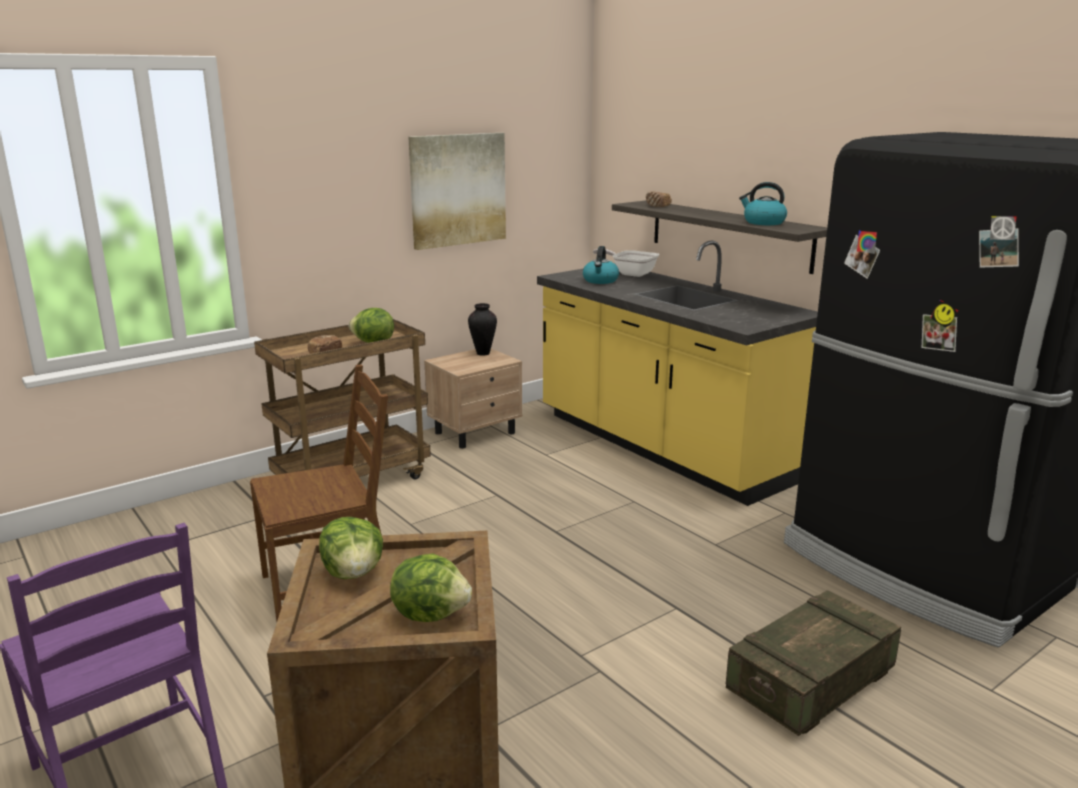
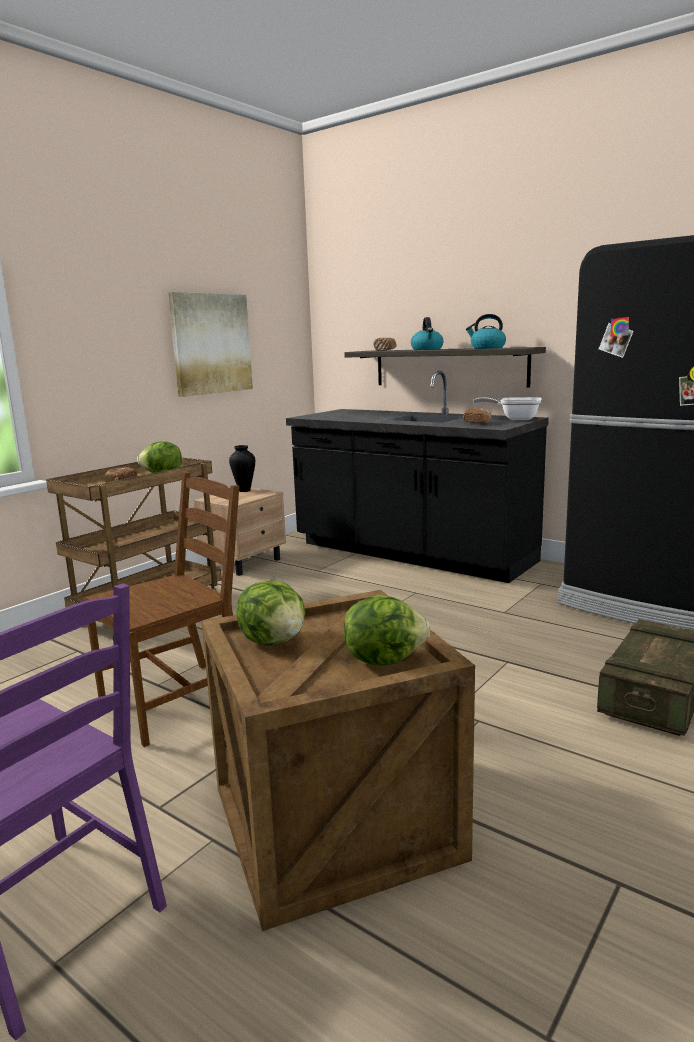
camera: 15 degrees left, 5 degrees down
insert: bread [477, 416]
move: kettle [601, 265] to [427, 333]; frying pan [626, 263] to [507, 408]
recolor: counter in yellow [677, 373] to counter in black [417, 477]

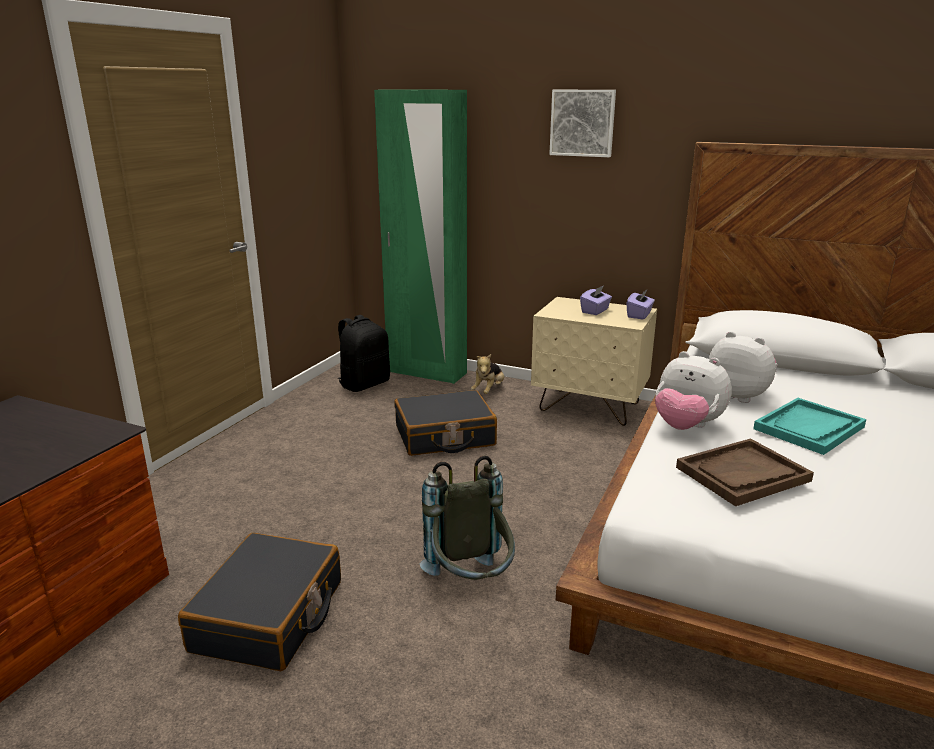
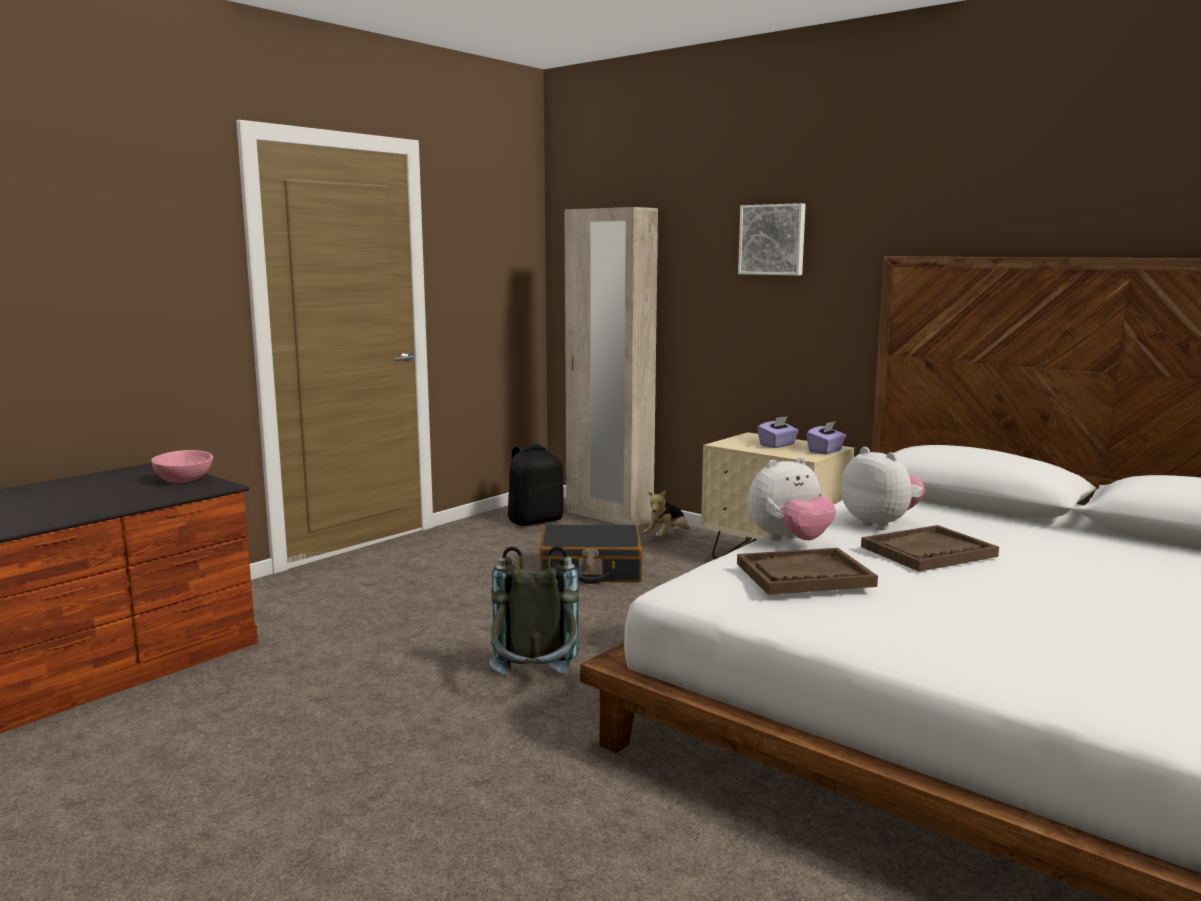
camera: 15 degrees right, 10 degrees down
delete: suitcase in black [259, 602]
insert: bowl in pink [182, 466]
recolor: wardrobe in green [420, 236] to wardrobe in beige [611, 366]; tray in turquoise [809, 426] to tray in brown [930, 548]
rotate: plush toy [693, 390] = [792, 499] 75 degrees counterclockwise

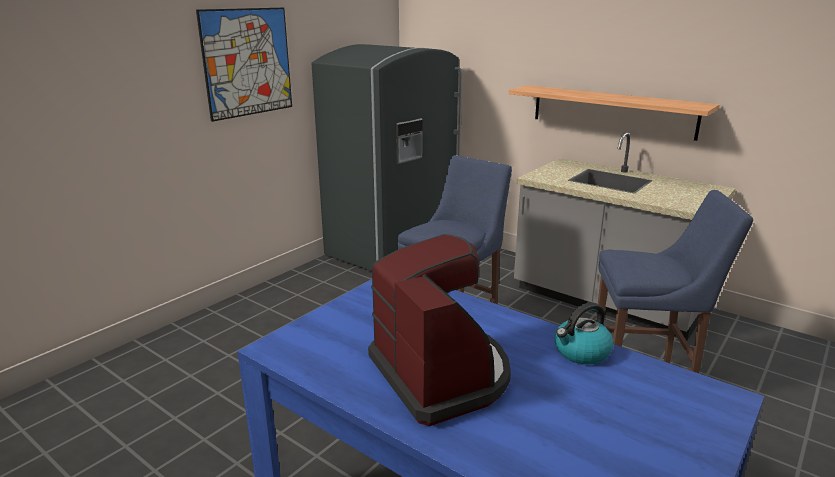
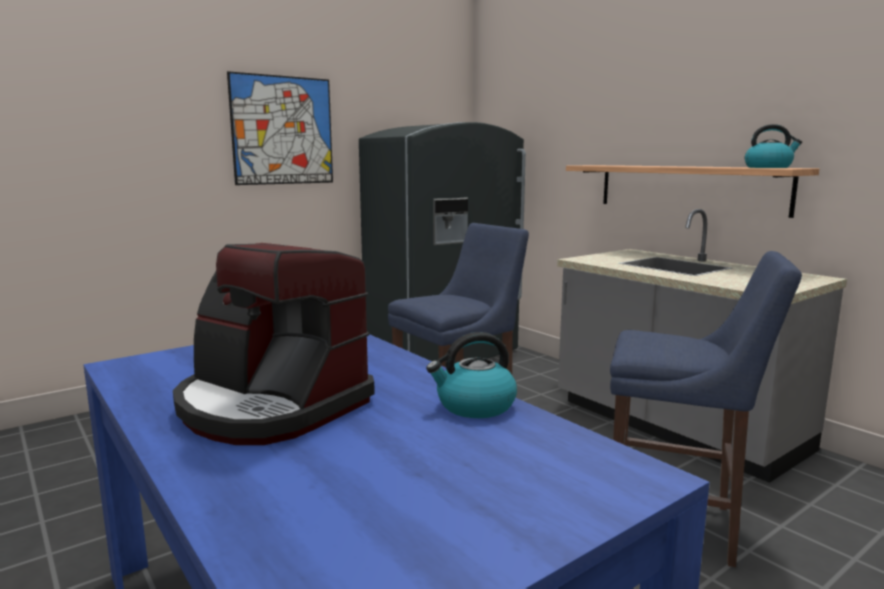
camera: 15 degrees right, 10 degrees down
insert: kettle [773, 146]
rotate: coffee machine [439, 330] = [274, 344] 135 degrees clockwise

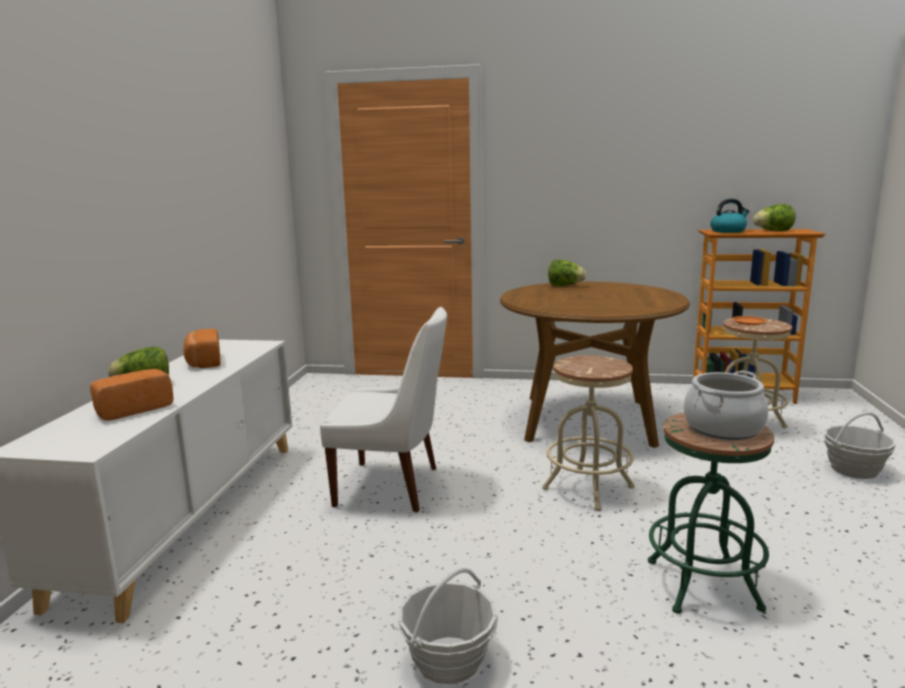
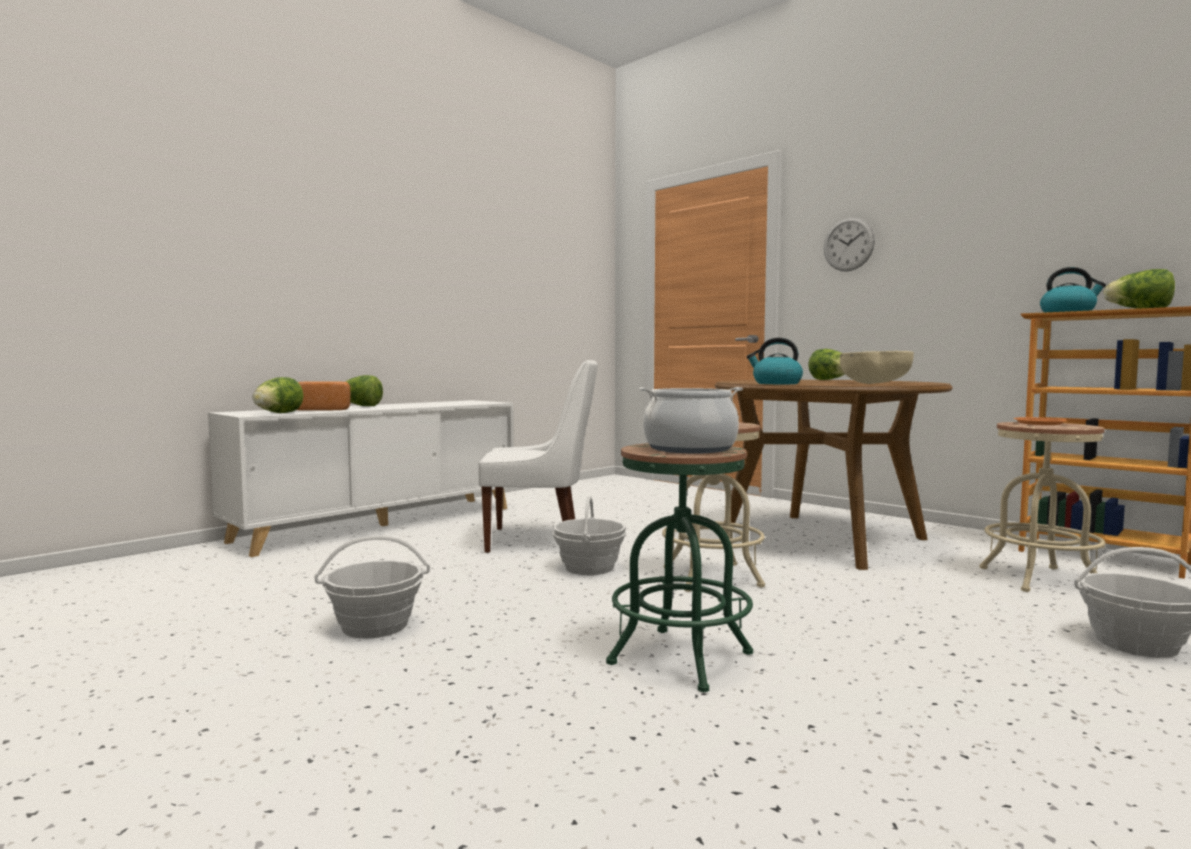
camera: 35 degrees right, 10 degrees down
delete: bread [202, 348]
insert: lettuce [278, 395]; basket [589, 535]; kettle [775, 361]; wall clock [849, 244]; bowl in beige [877, 367]
rotate: chair in white [383, 409] = [538, 456] 45 degrees counterclockwise

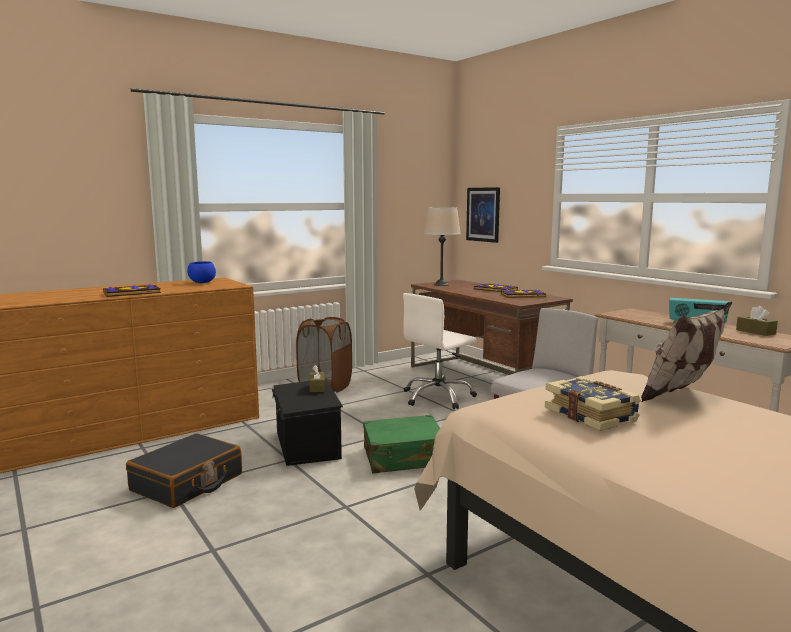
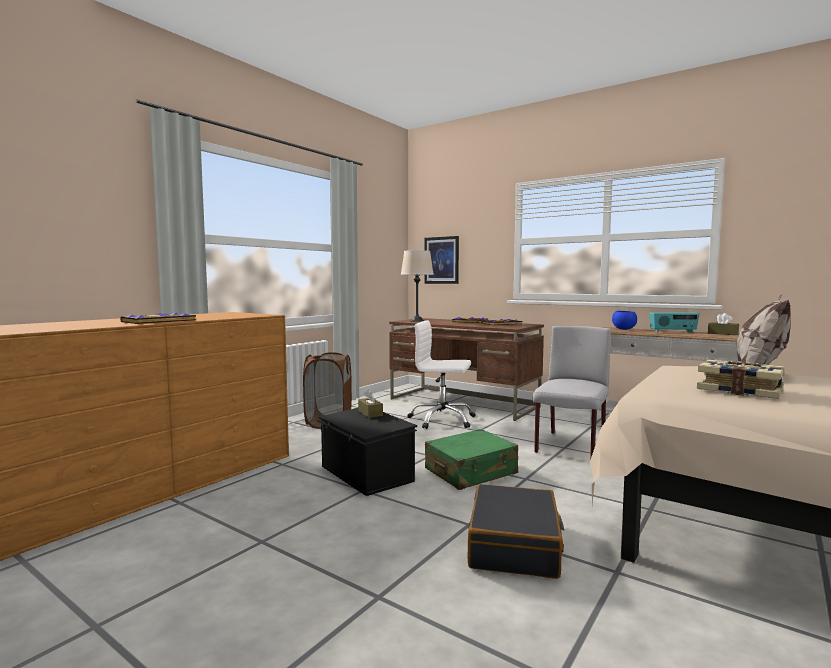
camera: 20 degrees left, 5 degrees down
move: suitcase in black [184, 470] to [516, 531]; bowl in blue [201, 272] to [624, 320]
rotate: office chair in white [440, 351] = [441, 374] 75 degrees clockwise

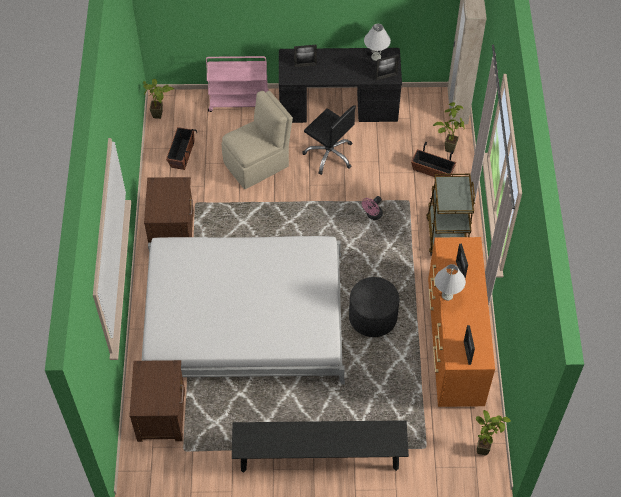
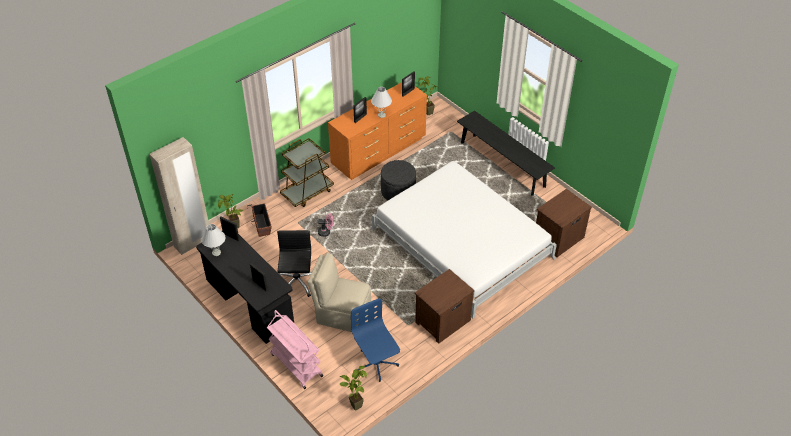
camera: 130 degrees left, 10 degrees down
replace: planter [181, 148] to office chair in blue [375, 340]

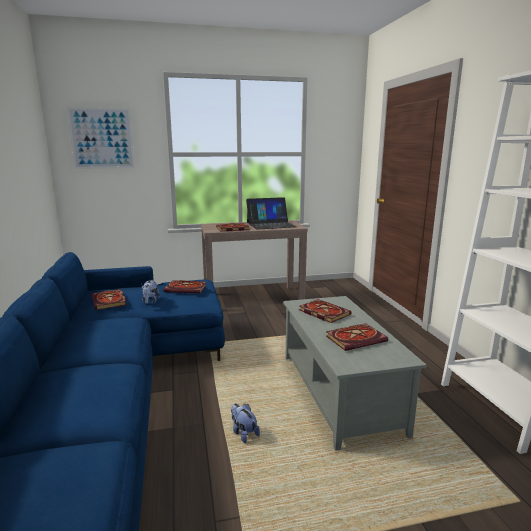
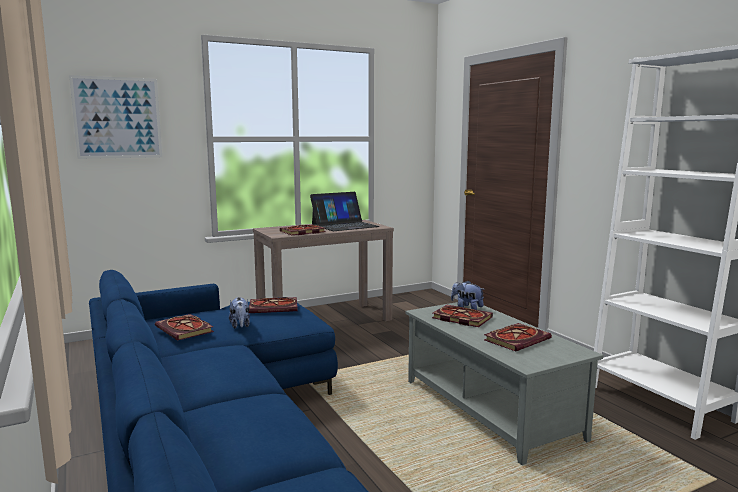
camera: 15 degrees left, 5 degrees down
move: plush toy [245, 423] to [468, 295]

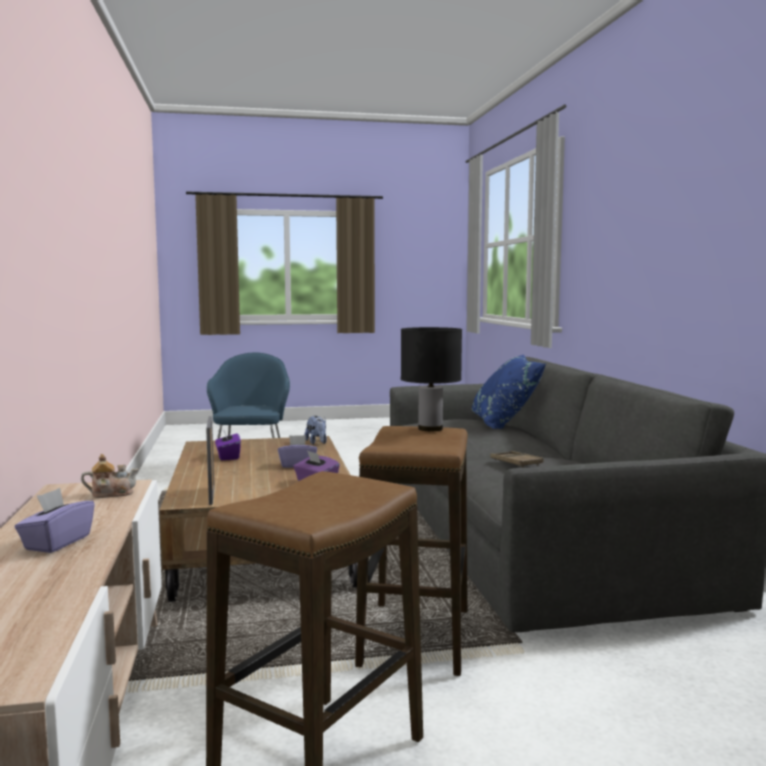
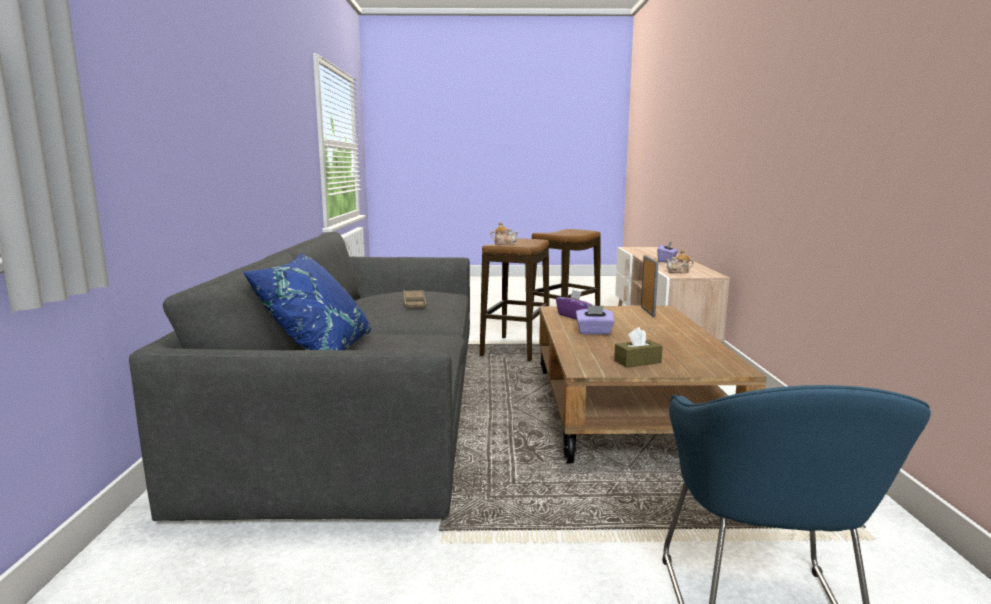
camera: 170 degrees left, 5 degrees up
delete: tissue box in purple [228, 445]; plush toy [315, 430]
insert: tissue box in brown [638, 347]
replace: table lamp in black [431, 379] to teapot [504, 233]

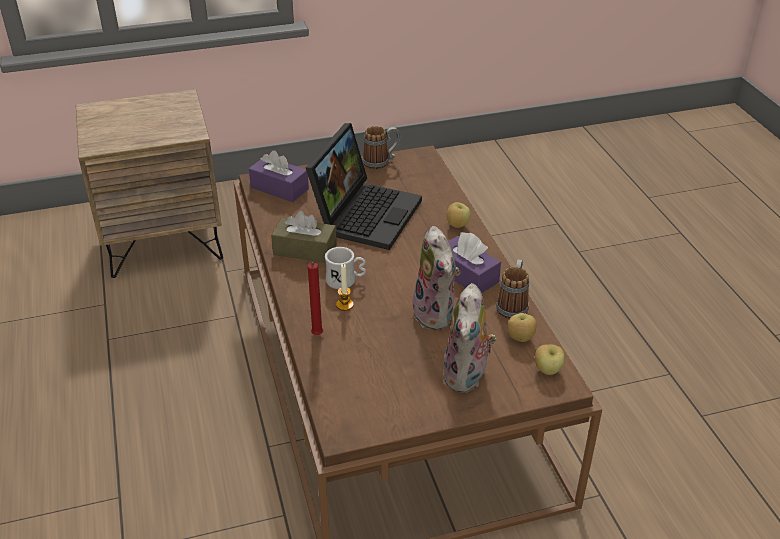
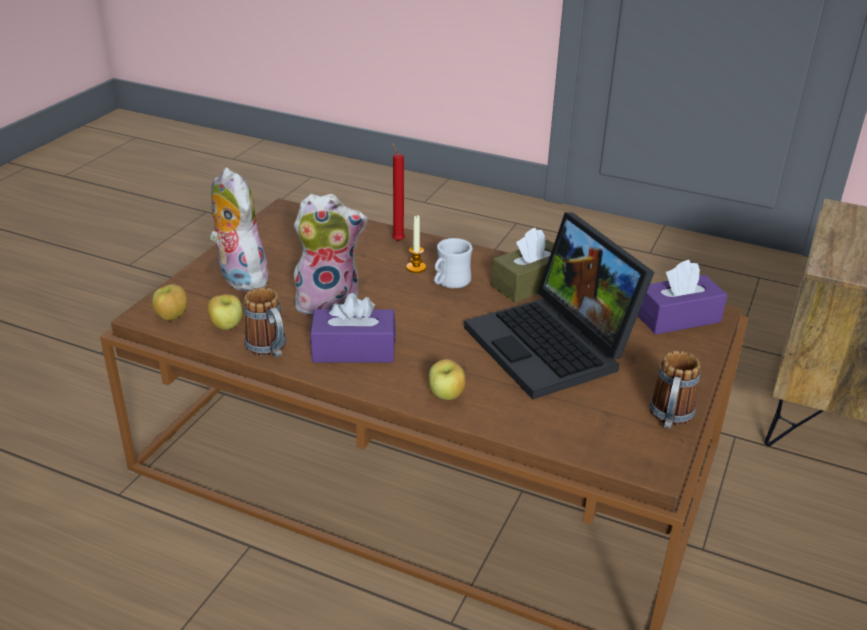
camera: 130 degrees right, 5 degrees down
rotate: plush toy [437, 278] = [330, 255] 150 degrees clockwise

